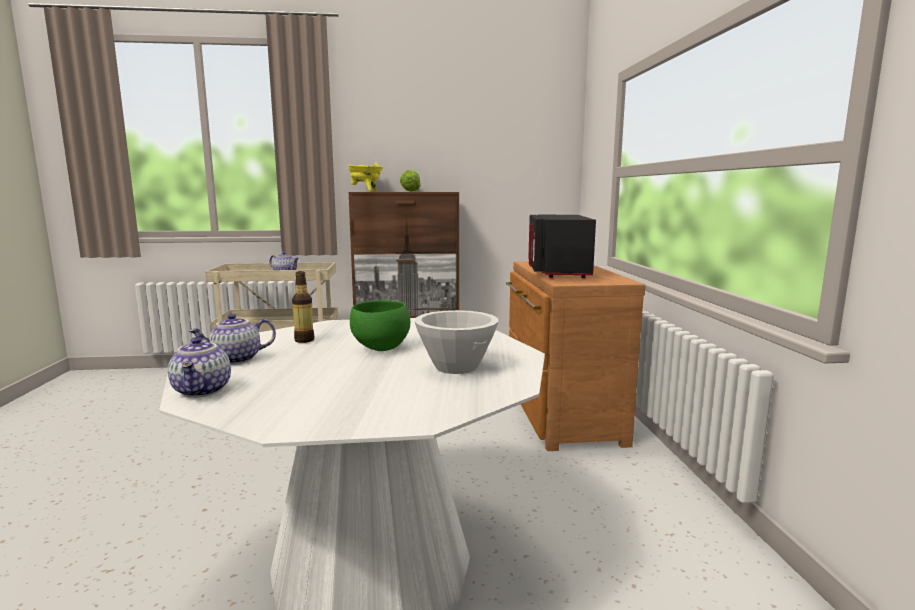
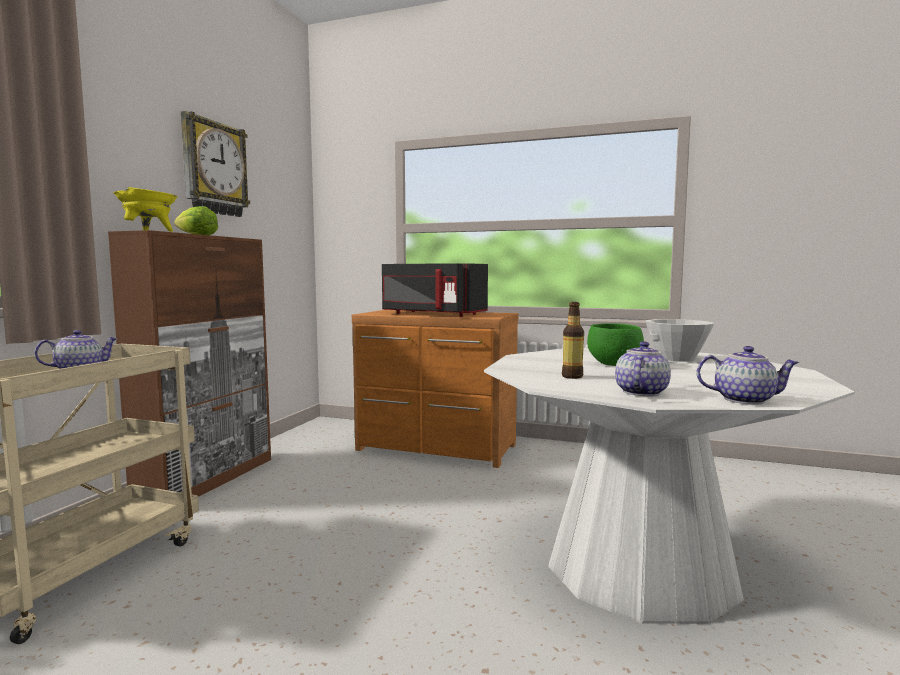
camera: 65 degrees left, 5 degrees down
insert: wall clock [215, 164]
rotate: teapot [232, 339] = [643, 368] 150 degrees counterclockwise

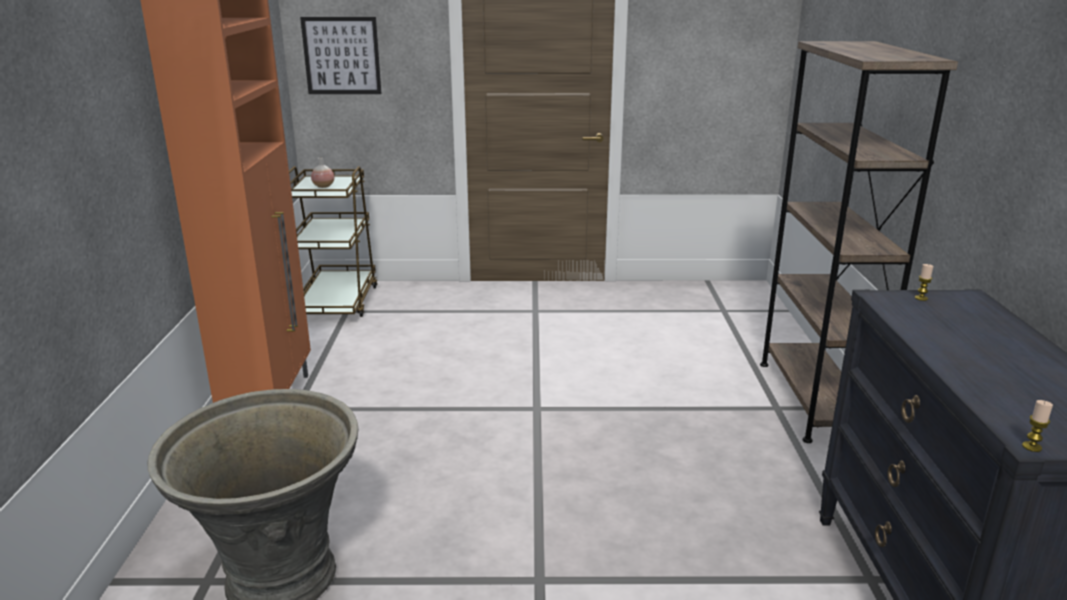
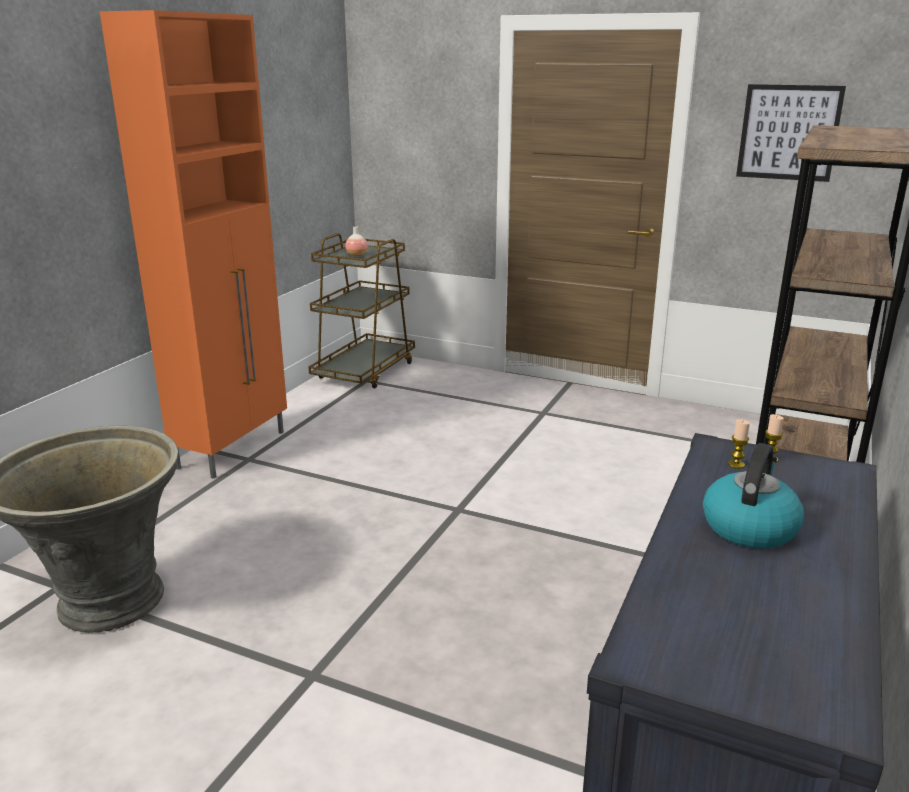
camera: 25 degrees right, 0 degrees up
insert: kettle [753, 496]
move: picture [341, 55] to [791, 133]; candle [1037, 426] to [739, 444]

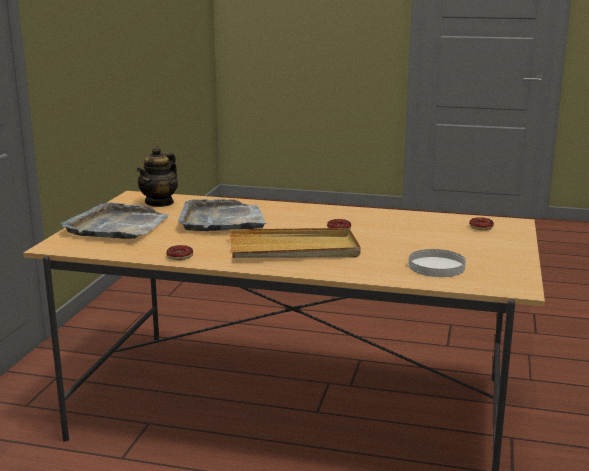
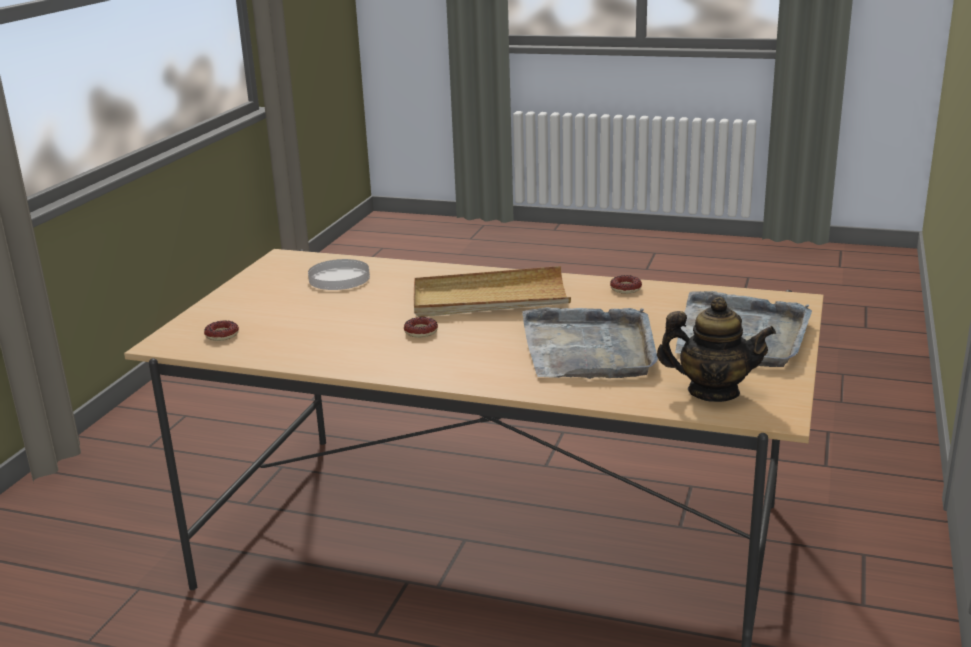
camera: 175 degrees left, 5 degrees up
rotate: teapot [157, 176] = [716, 349] 75 degrees clockwise

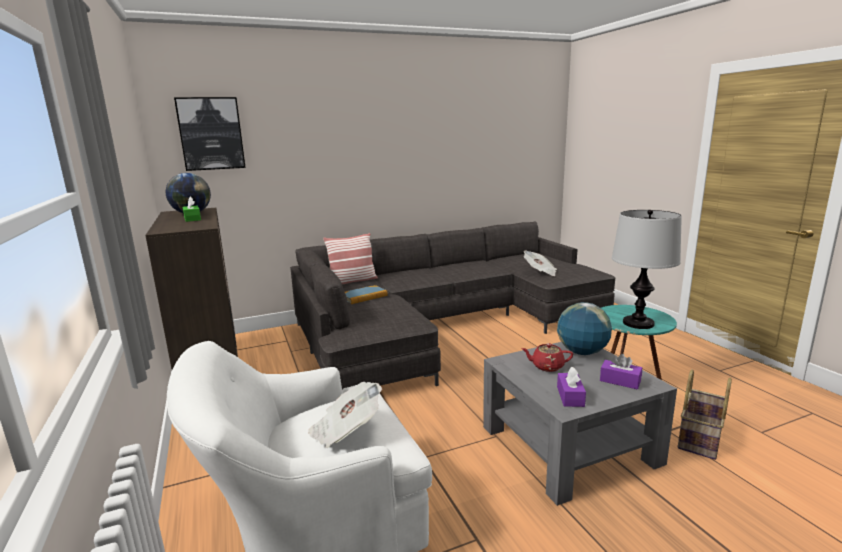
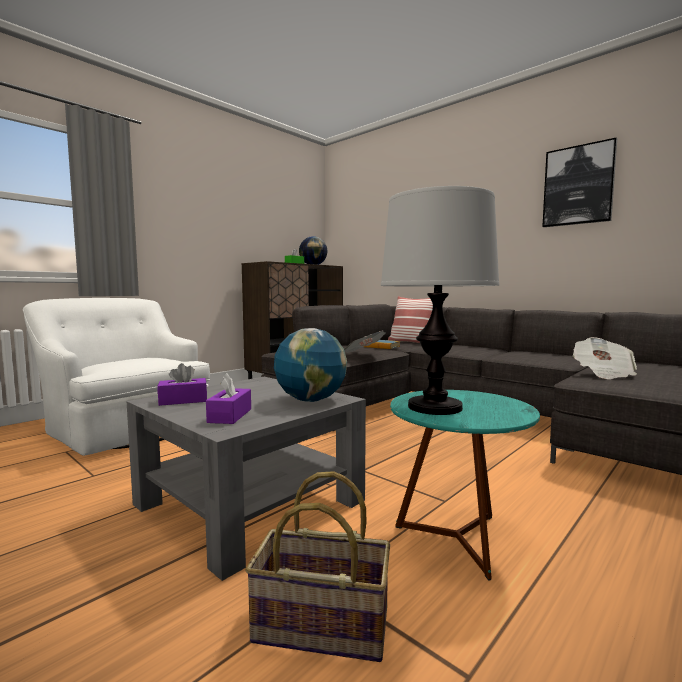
camera: 65 degrees right, 10 degrees down
delete: teapot in red [547, 357]
move: picture [210, 134] to [579, 182]; newspaper [345, 415] to [365, 341]

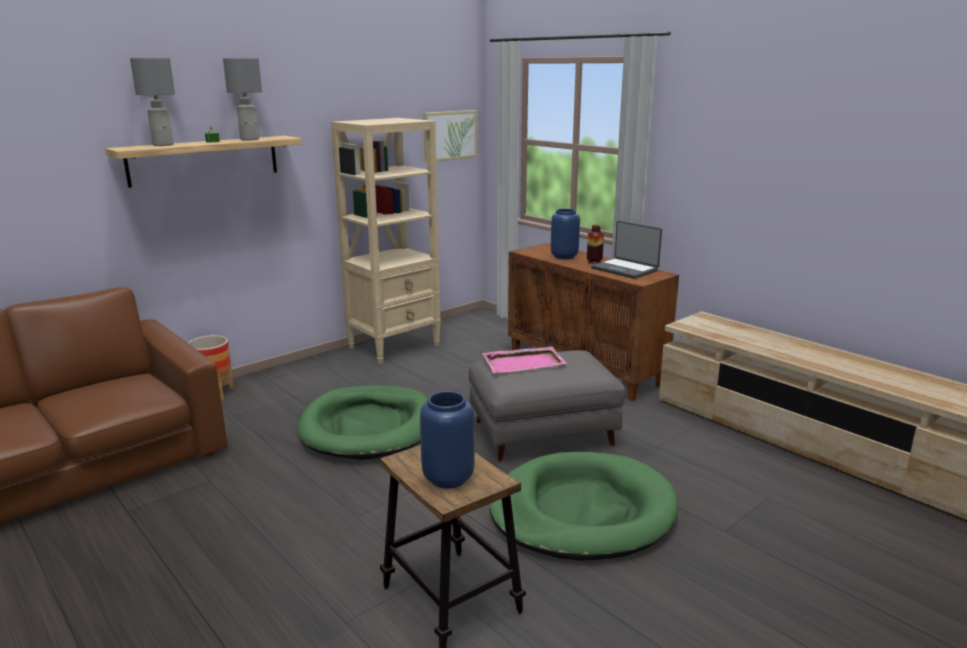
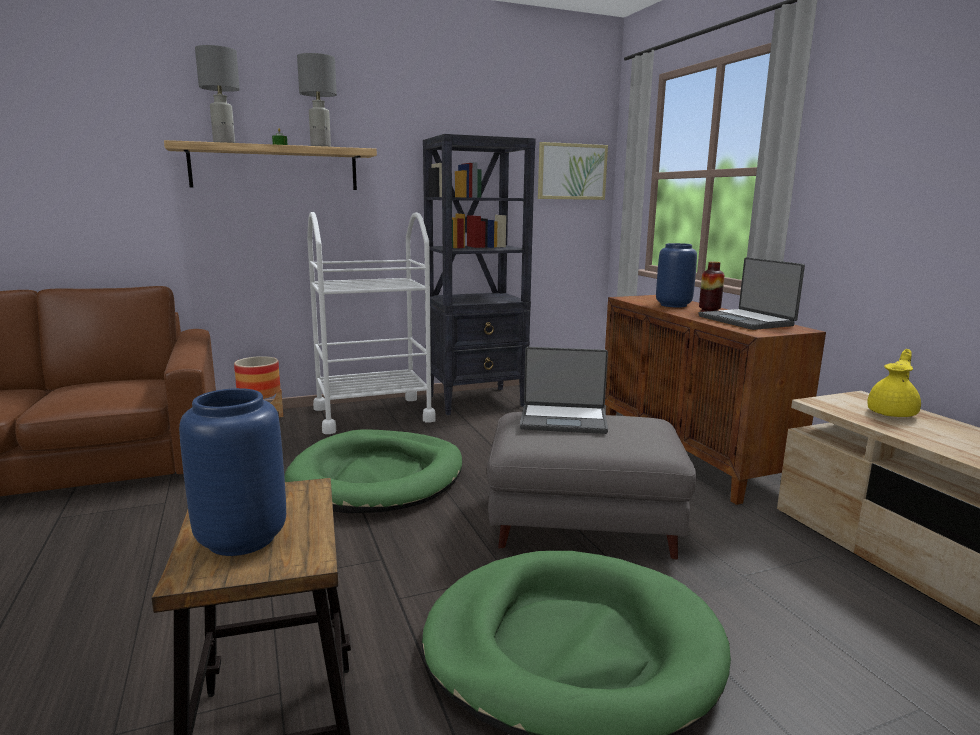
camera: 20 degrees right, 5 degrees down
insert: cart in white [371, 323]; teapot in yellow [894, 383]
replace: tray in pink [524, 360] to laptop [564, 390]
recolor: bookcase in beige [386, 241] to bookcase in black [479, 274]

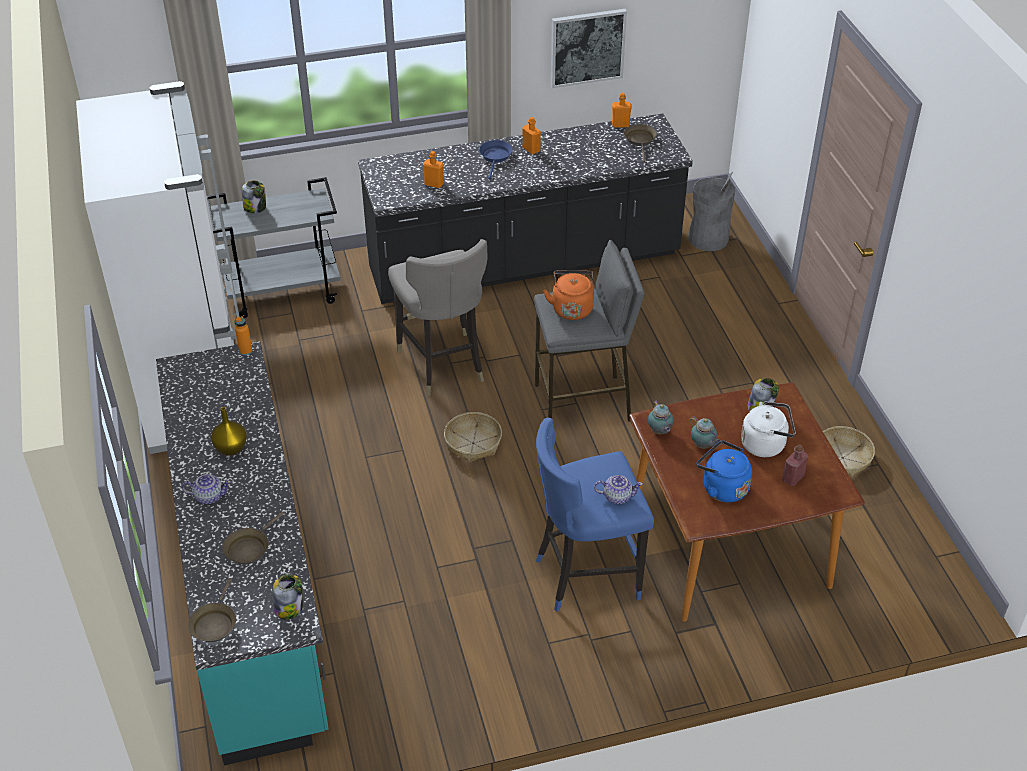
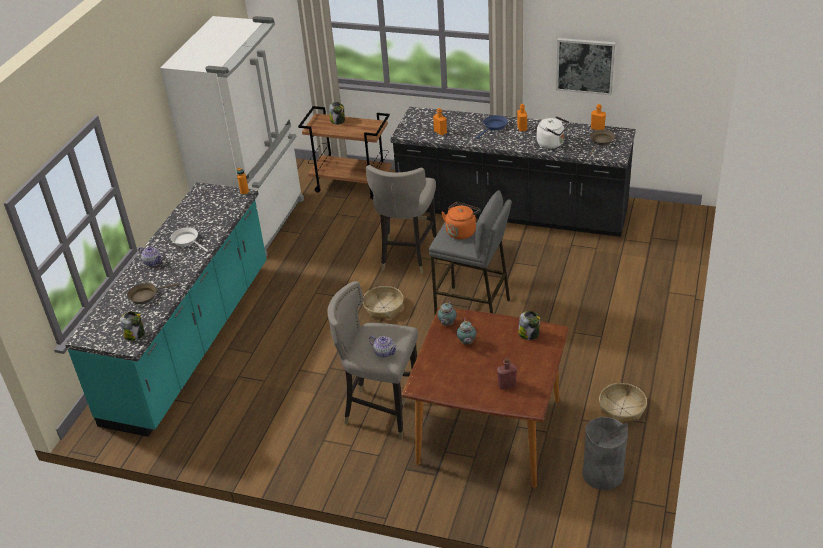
camera: 35 degrees right, 5 degrees down
delete: frying pan in brown [212, 610]; kettle in blue [724, 472]
move: trash can in grey [711, 211] to [605, 453]; kettle in white [768, 429] to [553, 132]
replace: vase in yellow [229, 431] to frying pan in white [190, 239]
recolor: cart in grey [274, 247] to cart in brown [344, 152]; stool in blue [595, 515] to stool in grey [372, 360]

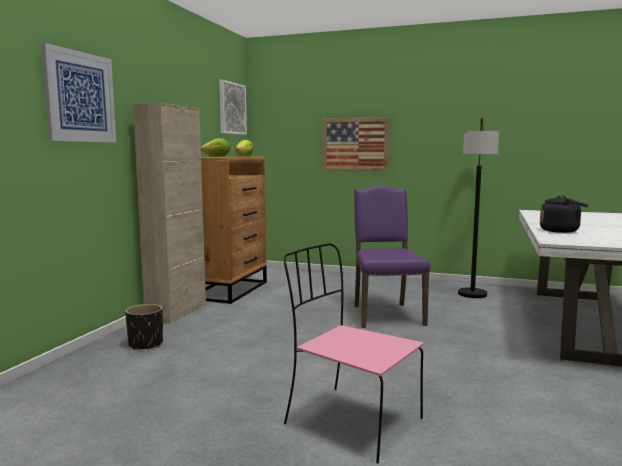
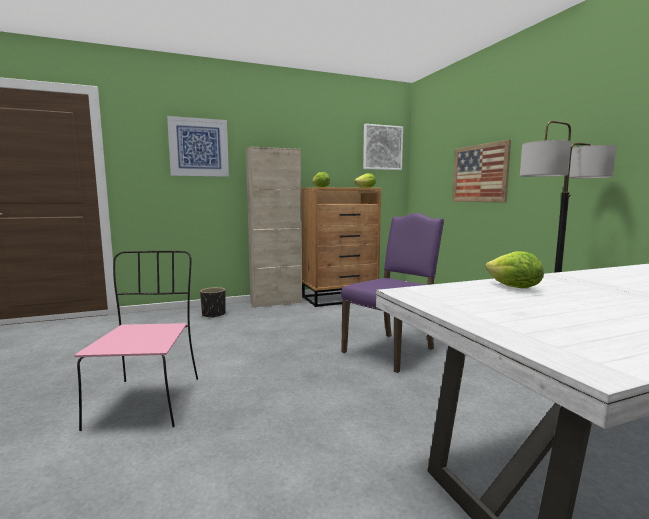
camera: 50 degrees right, 0 degrees up
replace: kettle in black [564, 214] to lettuce [514, 269]

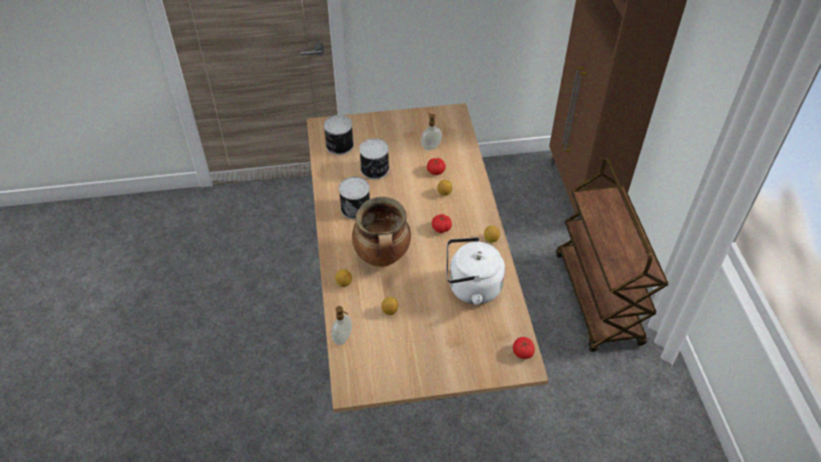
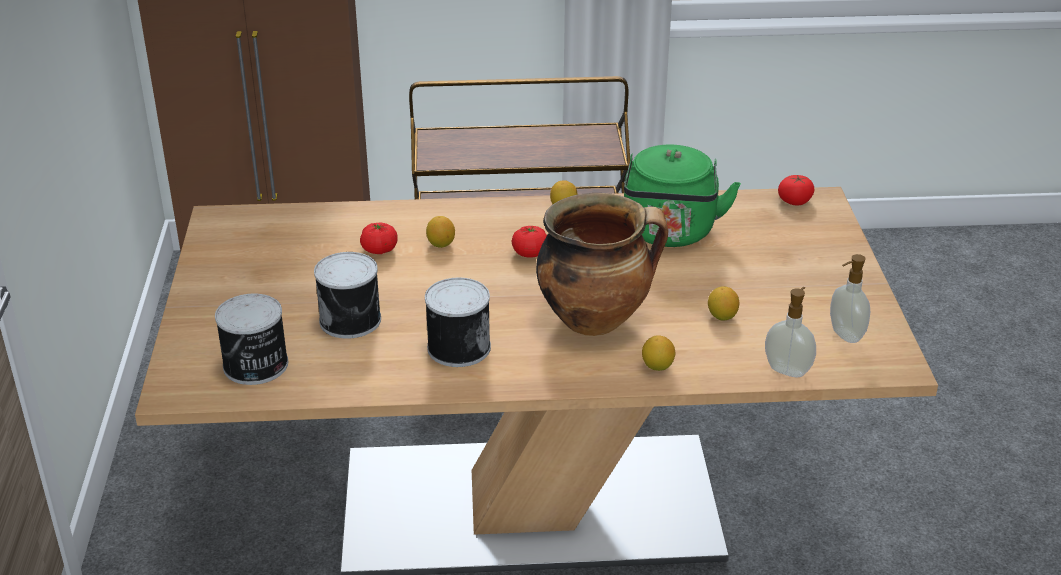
camera: 85 degrees left, 15 degrees down
move: soap dispenser [431, 131] to [850, 298]
recolor: kettle in white [475, 271] to kettle in green [682, 196]

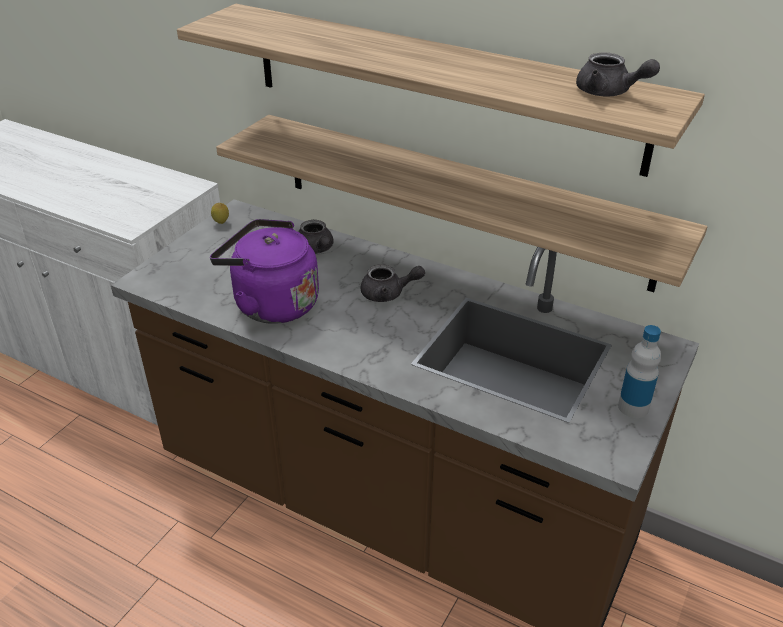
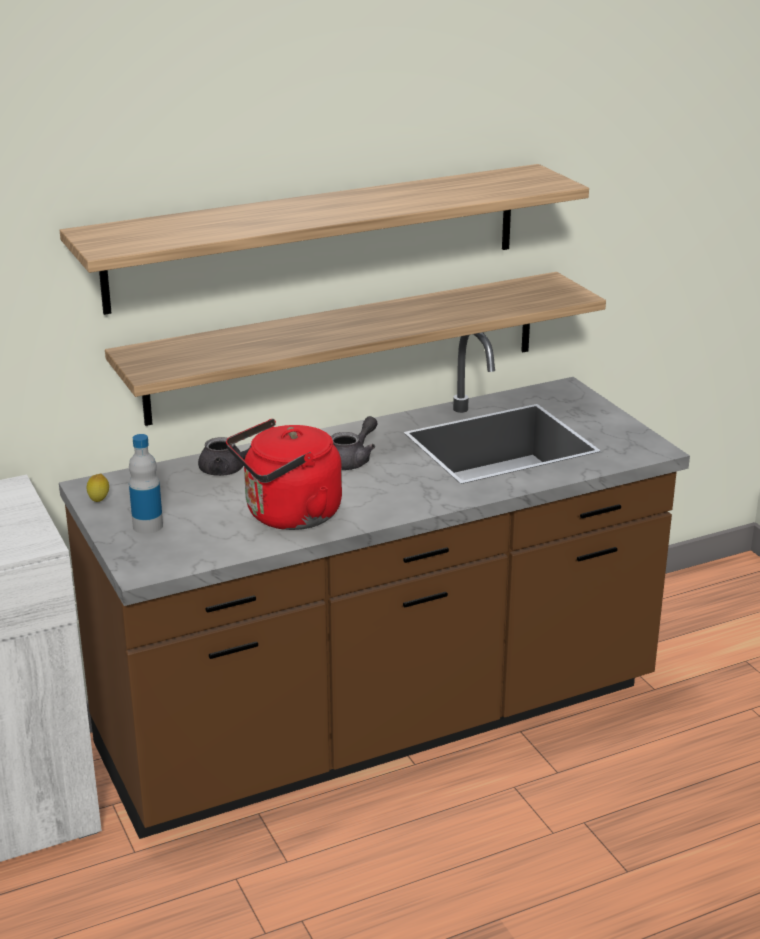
camera: 55 degrees left, 10 degrees down
delete: teapot in grey [618, 74]
move: bottle [639, 371] to [146, 484]
recolor: kettle in purple [264, 271] to kettle in red [284, 474]

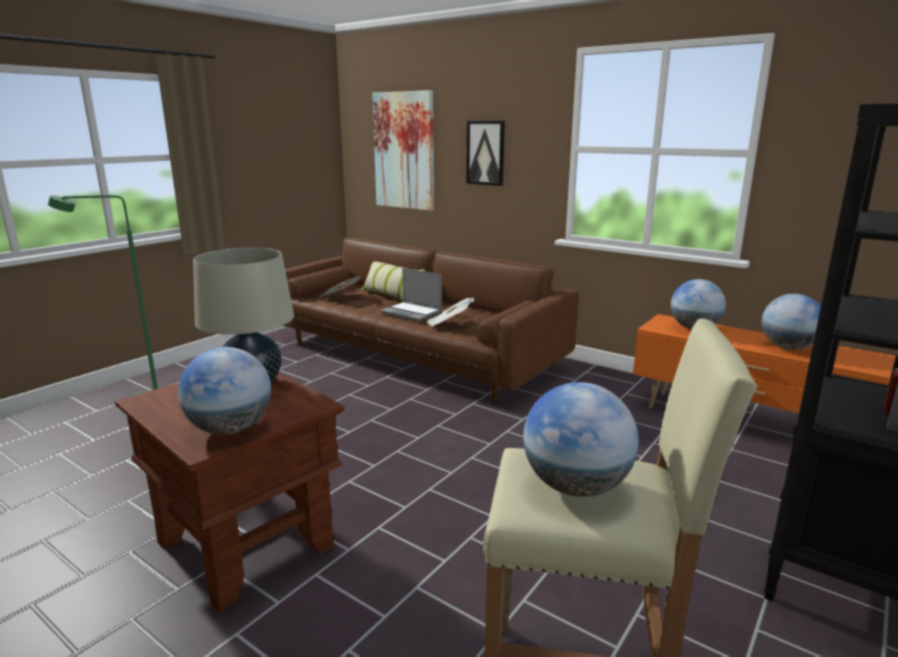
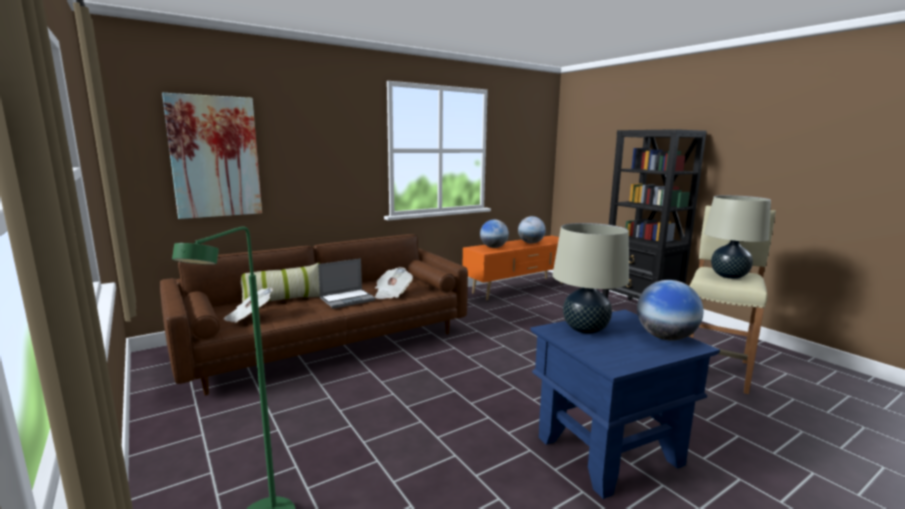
camera: 70 degrees left, 5 degrees down
delete: picture [485, 153]
replace: globe [581, 439] to table lamp in beige [737, 237]
recolor: side table in brown [229, 493] to side table in blue [625, 404]

